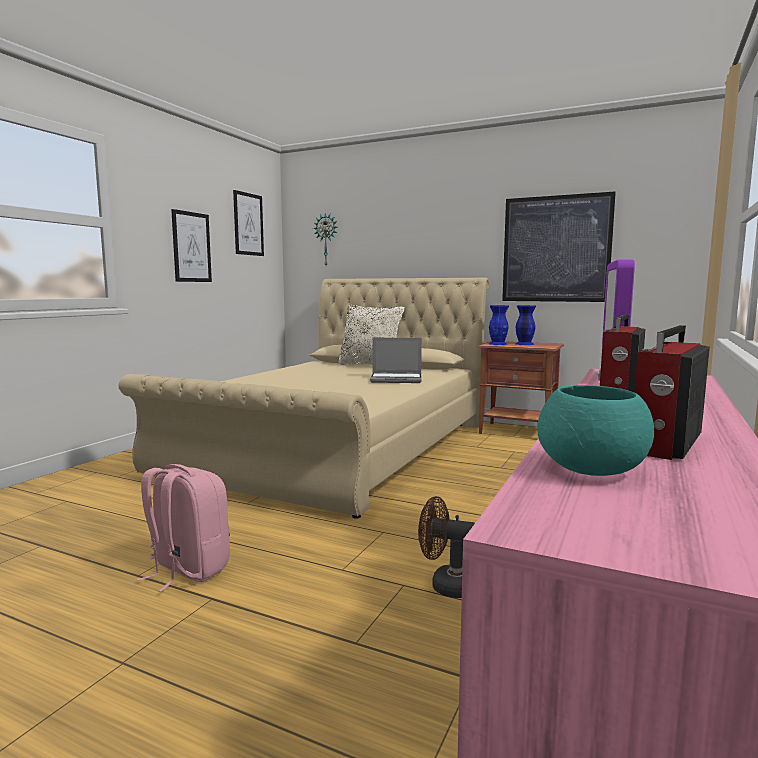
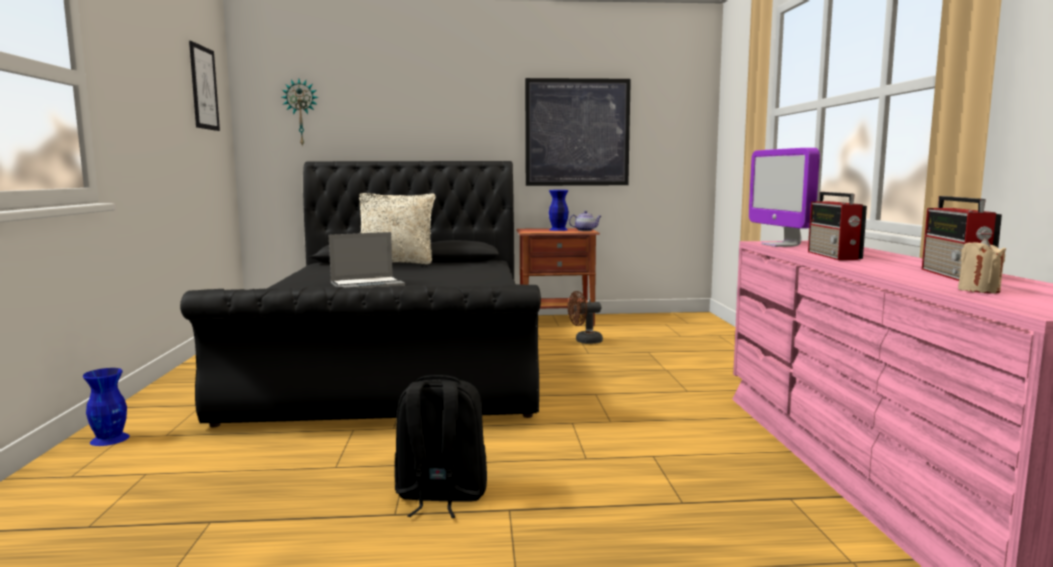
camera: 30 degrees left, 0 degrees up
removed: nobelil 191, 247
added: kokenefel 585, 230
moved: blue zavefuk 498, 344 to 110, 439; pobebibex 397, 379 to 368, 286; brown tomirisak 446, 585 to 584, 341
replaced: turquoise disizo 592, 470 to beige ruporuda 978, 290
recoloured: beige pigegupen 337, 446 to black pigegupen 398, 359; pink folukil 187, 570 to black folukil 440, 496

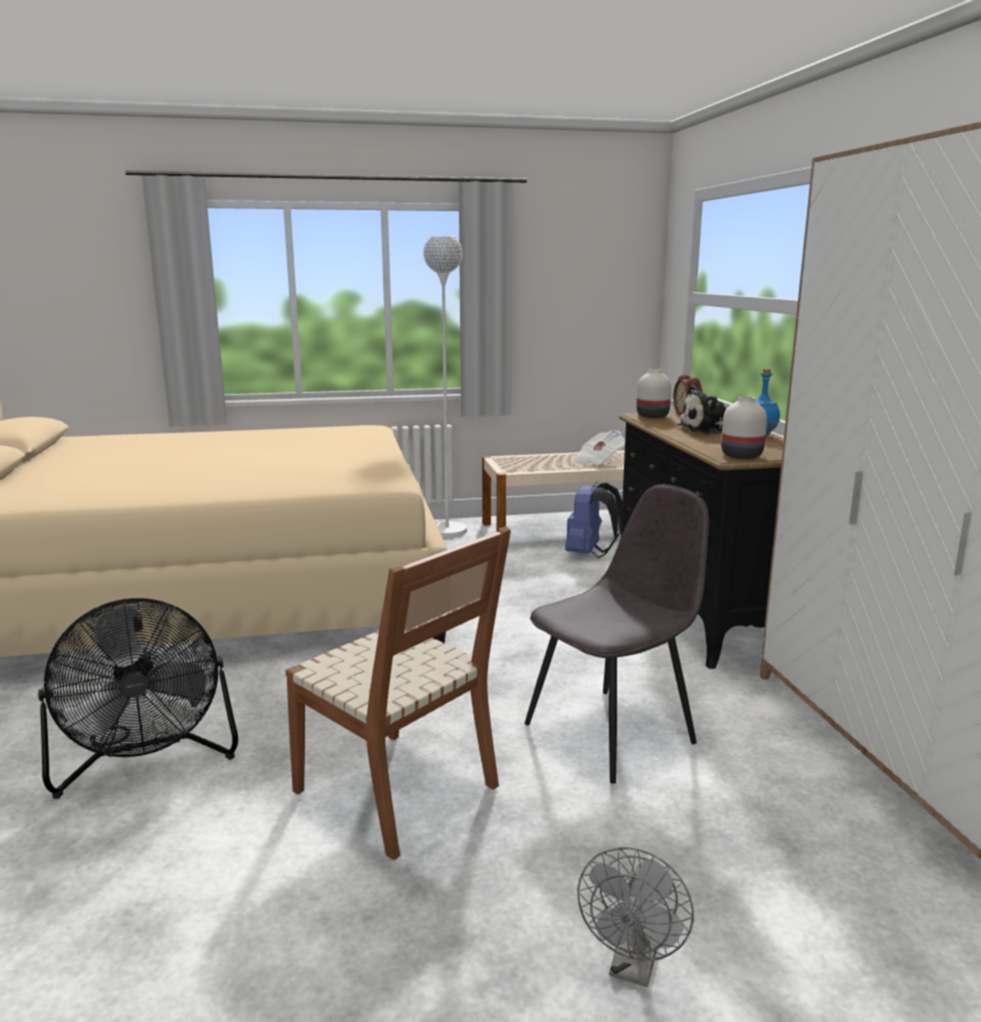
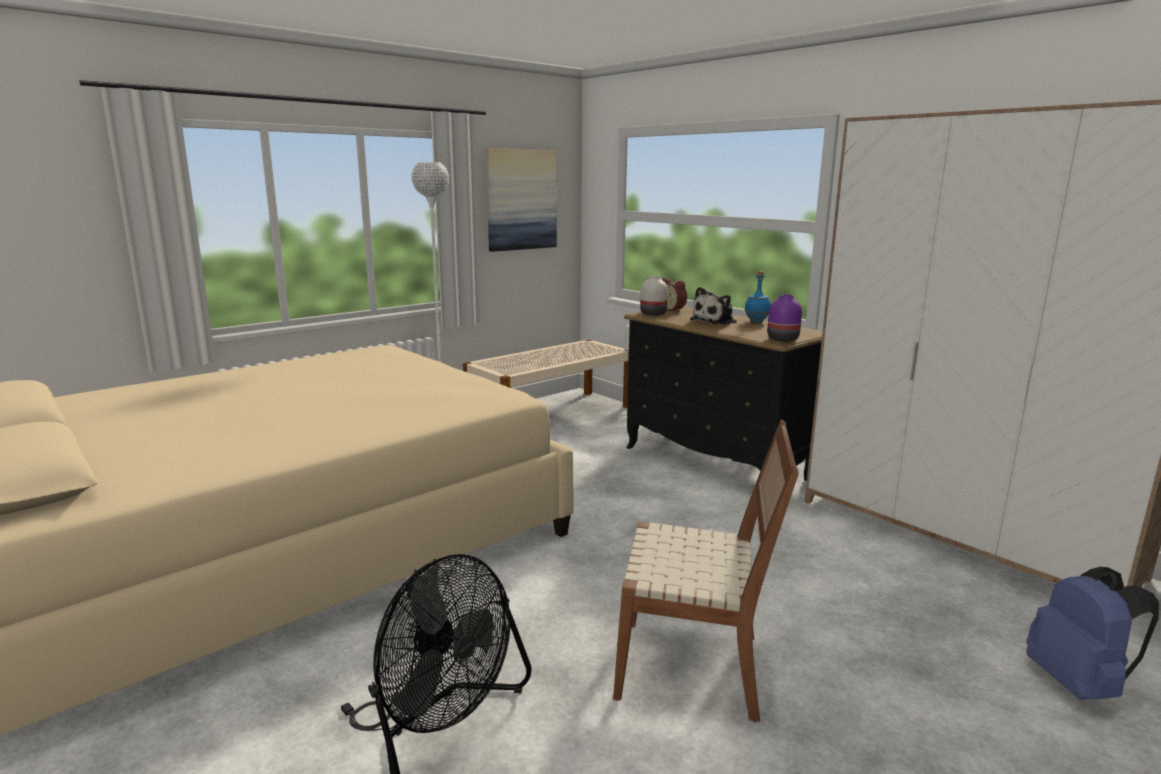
camera: 30 degrees left, 0 degrees up
removed: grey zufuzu 612, 732; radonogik 597, 462; grey tomirisak 633, 967
added: nobelil 521, 200
moved: blue folukil 589, 554 to 1078, 684
recoloured: white zavefuk 742, 456 to purple zavefuk 783, 339

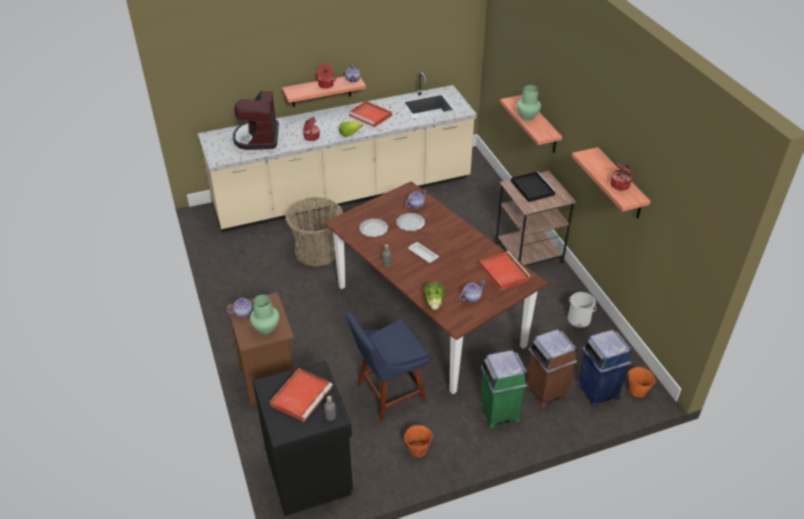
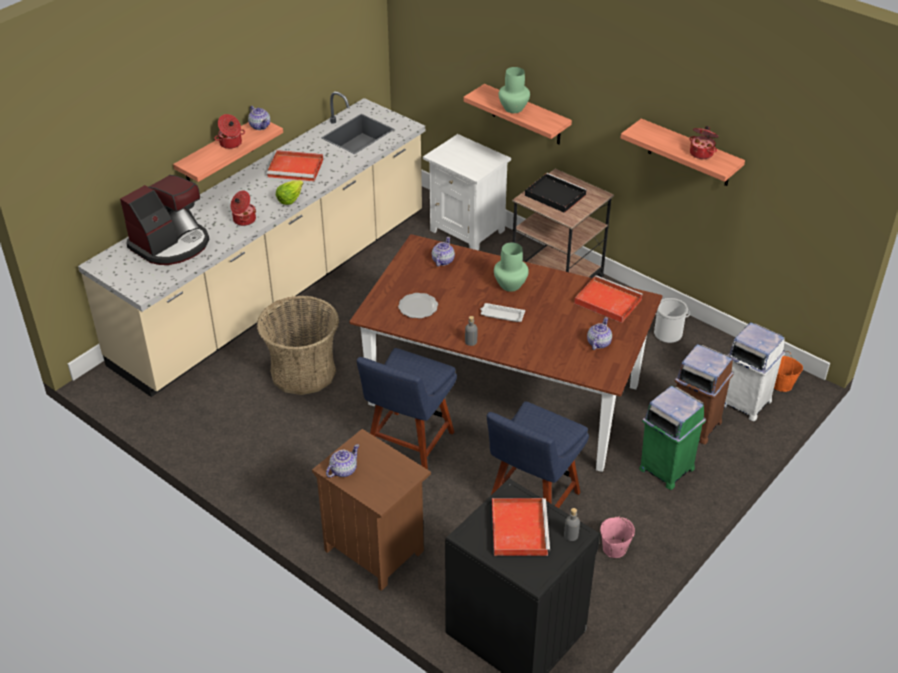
camera: 30 degrees left, 0 degrees up
removed: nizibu 410, 223; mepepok 434, 303
added: blue zufuzu 408, 445; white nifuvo 467, 231
moved: green zavefuk 266, 328 to 511, 285
recoloured: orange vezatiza 417, 449 to pink vezatiza 614, 549; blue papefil 597, 391 to white papefil 745, 402
turned: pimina 257, 138 = 171, 244 105 degrees counterclockwise

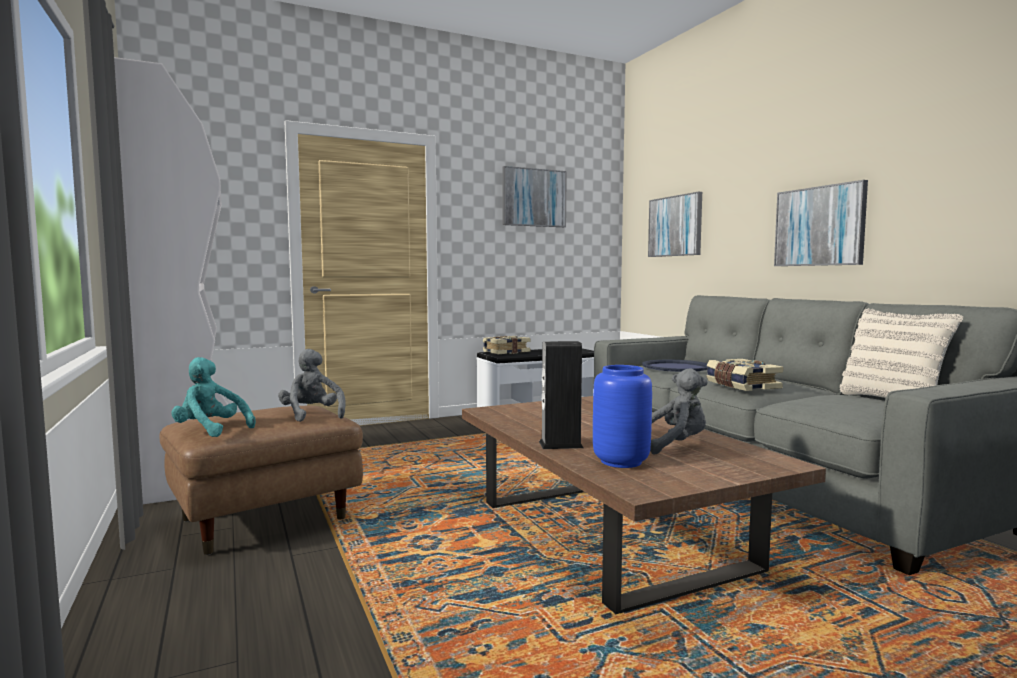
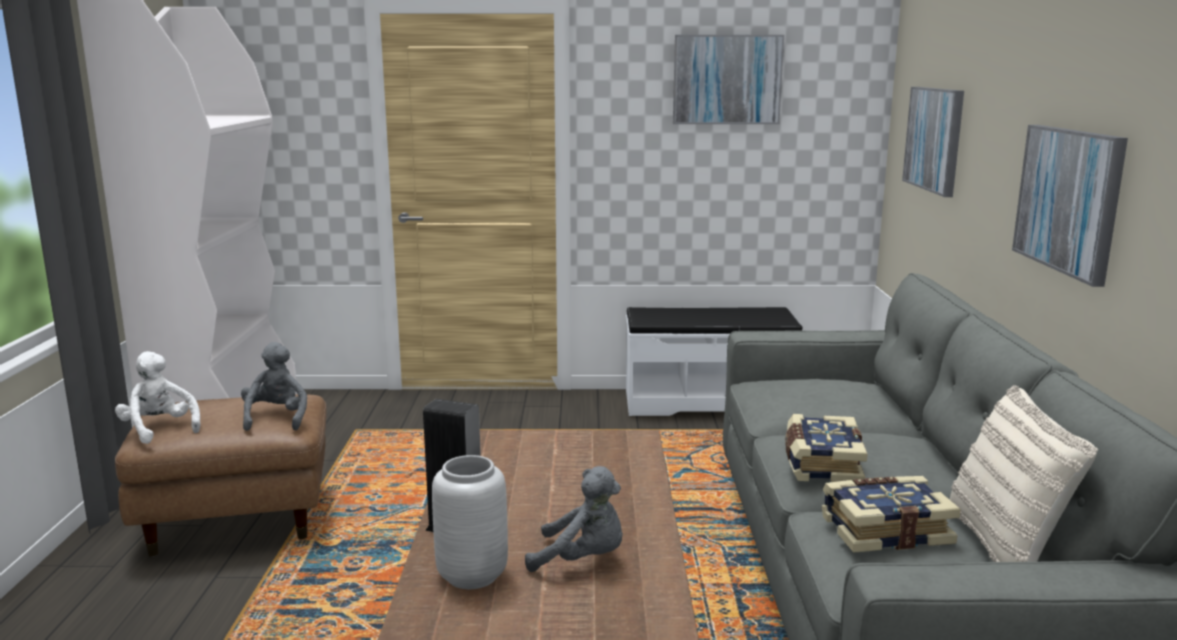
camera: 25 degrees right, 10 degrees up
removed: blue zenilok 675, 367
moved: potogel 505, 352 to 884, 530
recoloured: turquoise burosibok 210, 430 to white burosibok 159, 429; blue zavefuk 620, 462 to grey zavefuk 470, 575

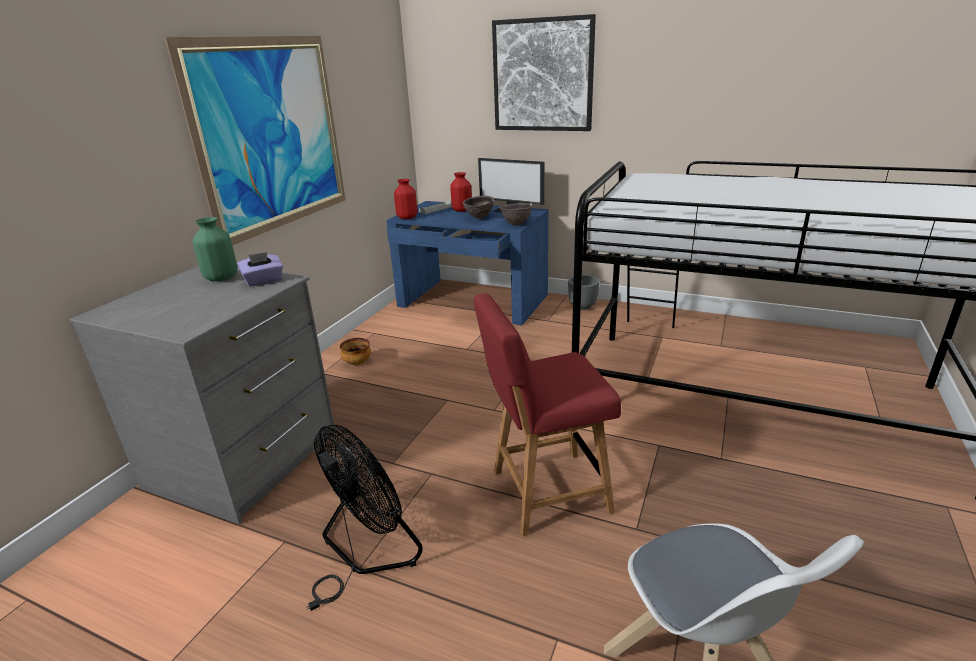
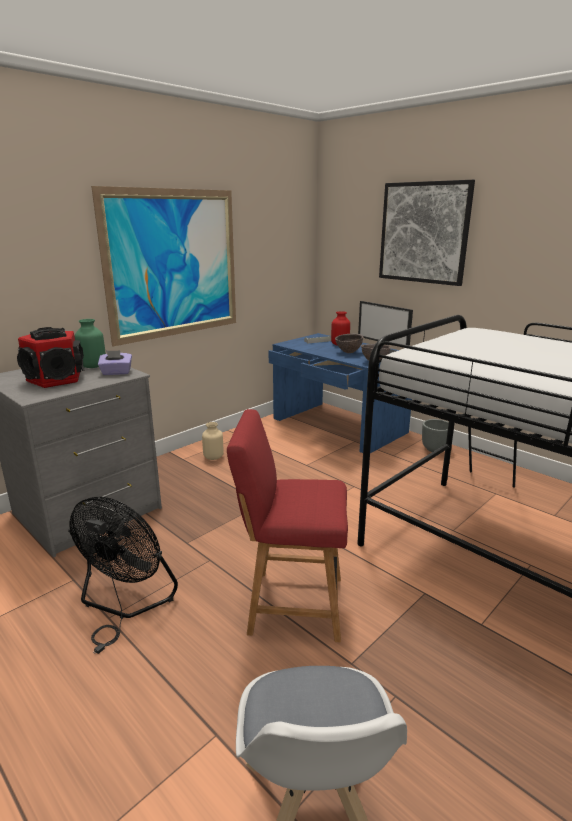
camera: 20 degrees right, 5 degrees down
removed: red zavefuk 407, 217
added: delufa 56, 379
replaced: disizo 357, 363 to beige zavefuk 213, 457
turned: black tomirisak 359, 548 = 118, 602 45 degrees counterclockwise

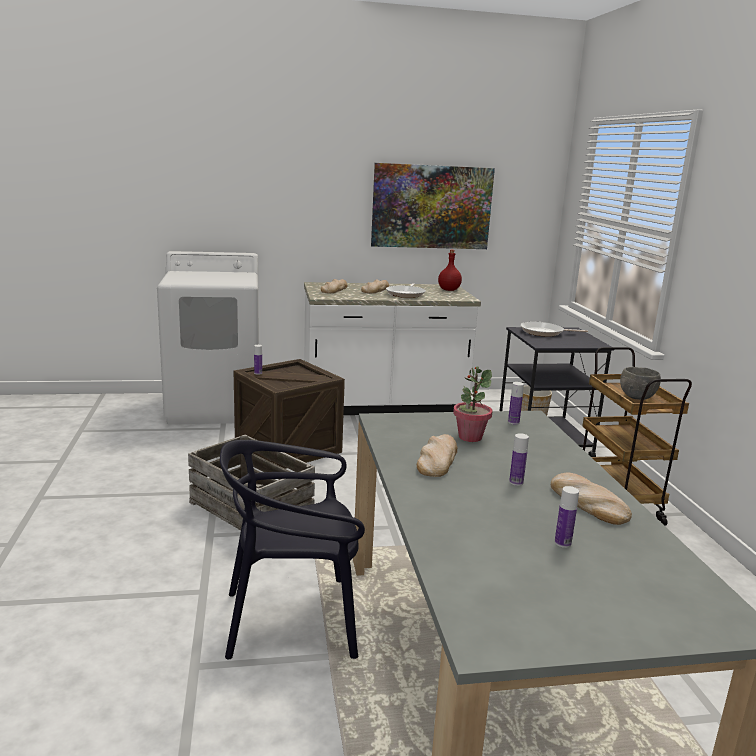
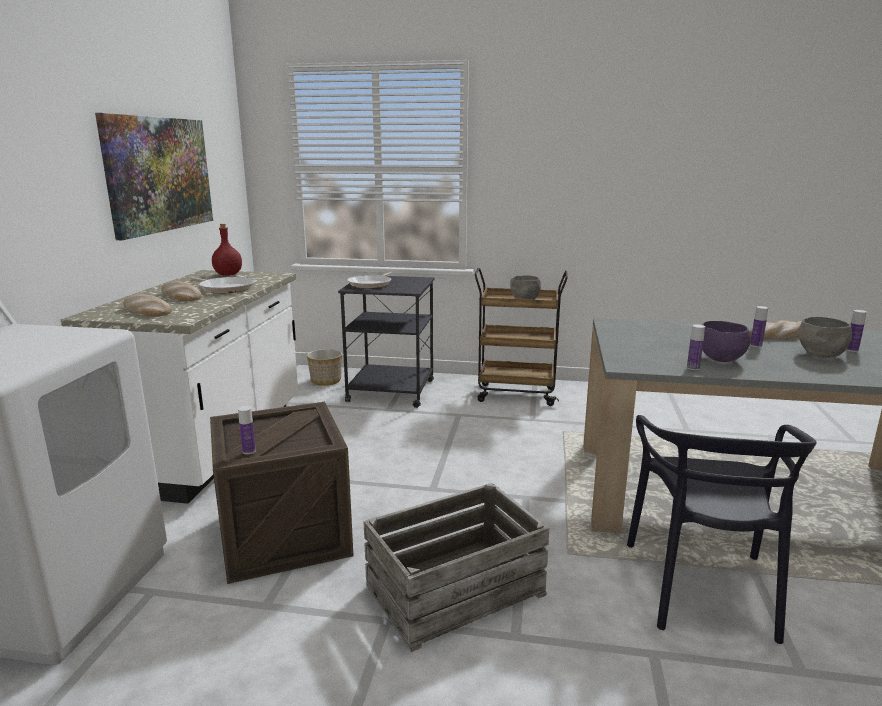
camera: 70 degrees left, 0 degrees up
removed: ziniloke 470, 437
added: grey disizo 820, 355
moved: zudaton 513, 422 to 693, 368
replaced: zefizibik 437, 459 to purple disizo 721, 359

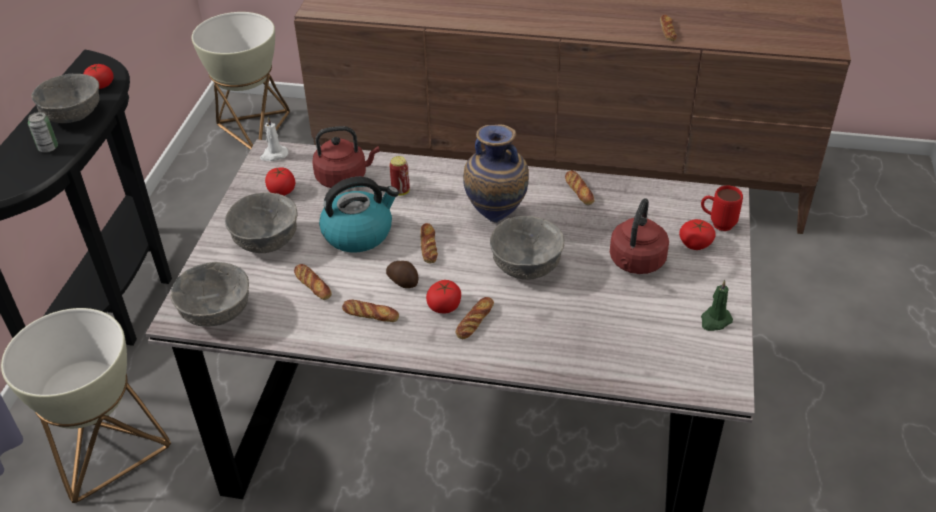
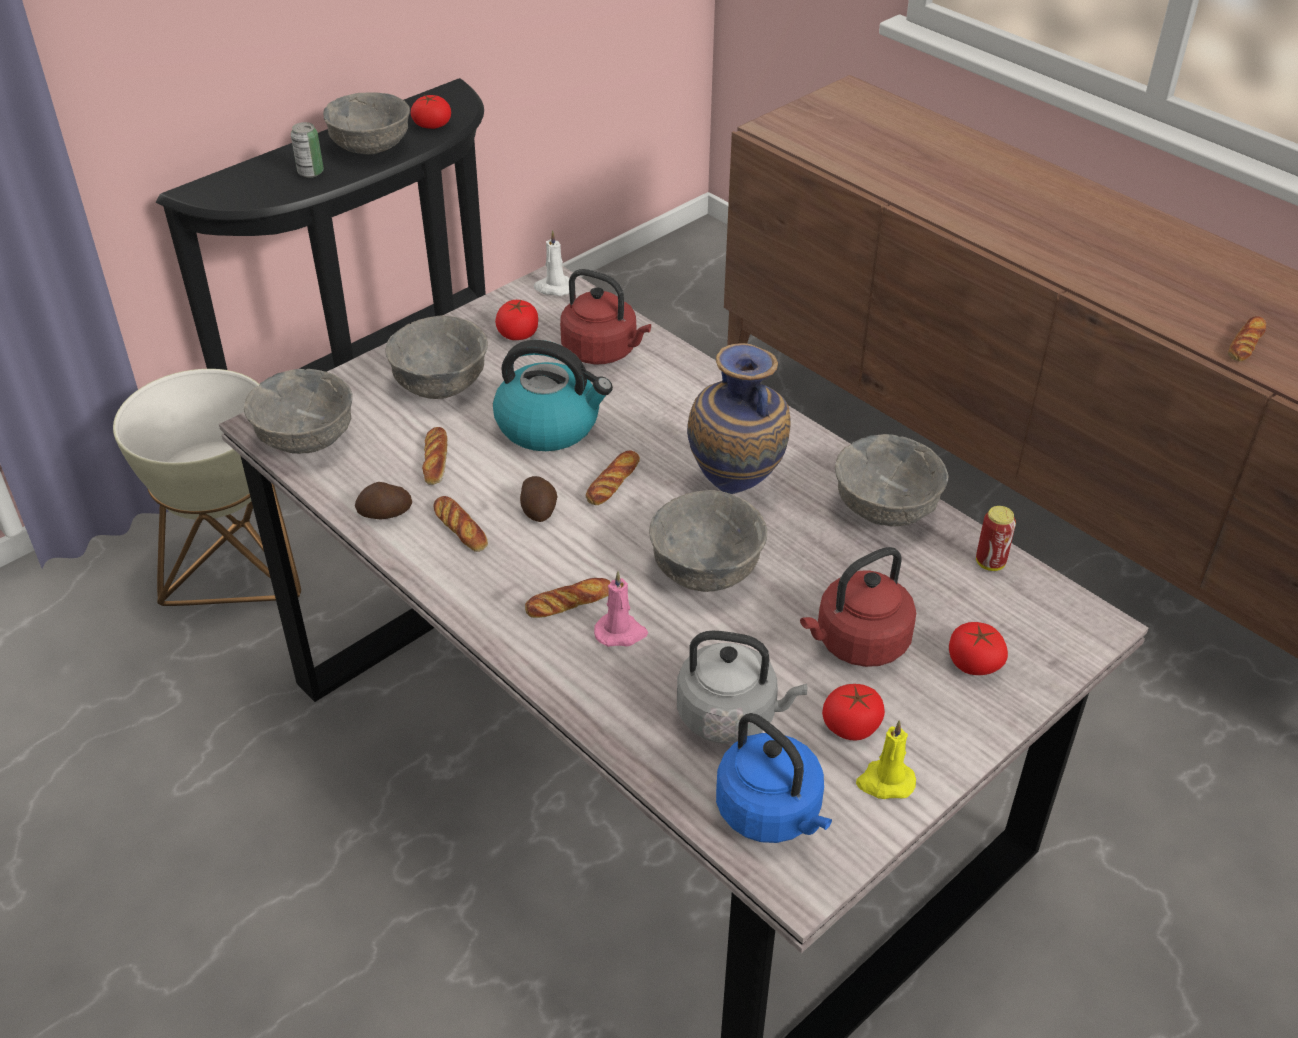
camera: 35 degrees right, 0 degrees up
removed: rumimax 253, 129; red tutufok 717, 224
added: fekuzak 385, 514; pink ruporuda 621, 632; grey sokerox 732, 716; blue sokerox 772, 813
moved: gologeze 444, 306 to 851, 725; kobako 400, 191 to 990, 563
replaced: zefizibik 579, 191 to grey disizo 883, 508
recoloured: green ruporuda 715, 320 to yellow ruporuda 885, 782

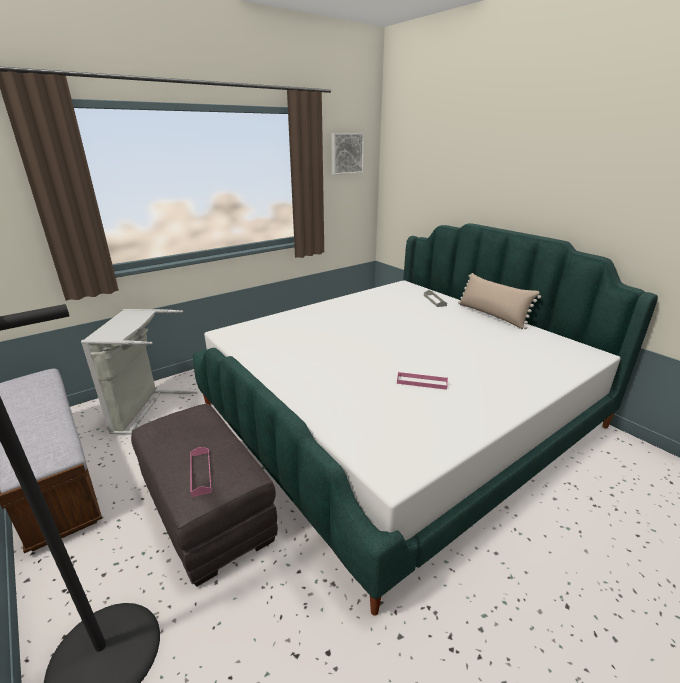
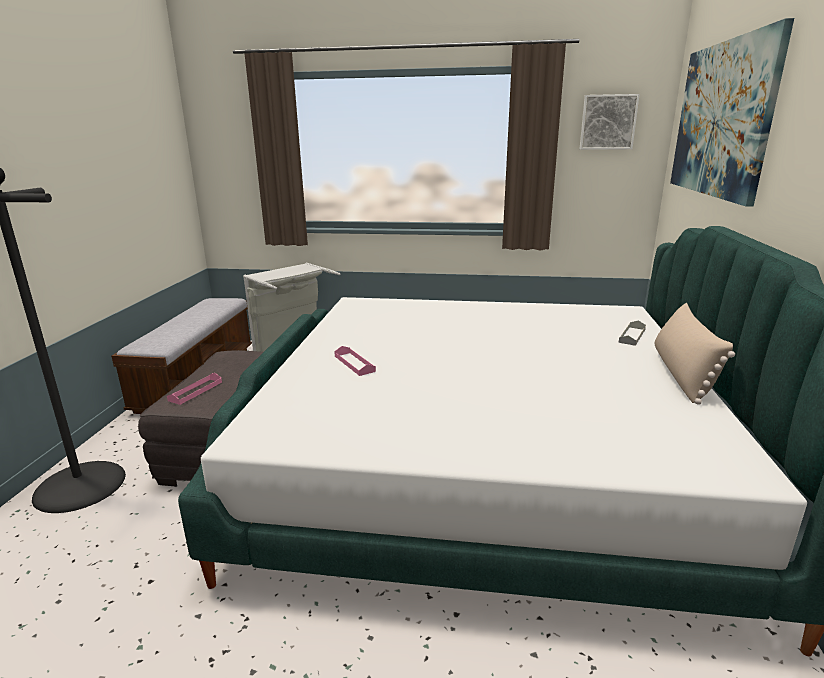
camera: 45 degrees right, 5 degrees down
added: nobelil 721, 119
moved: pink zenilok 421, 382 to 354, 363

